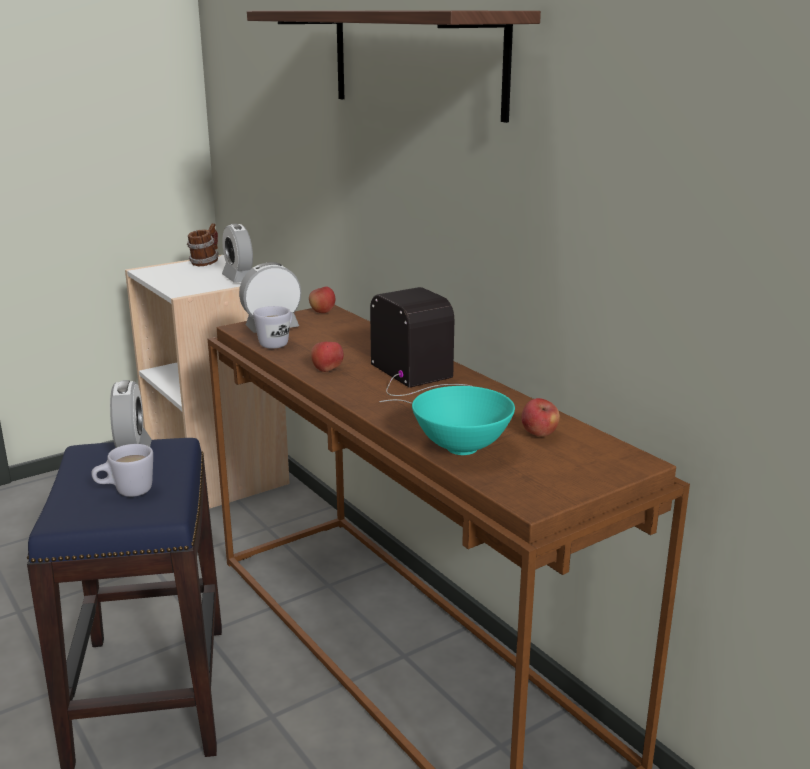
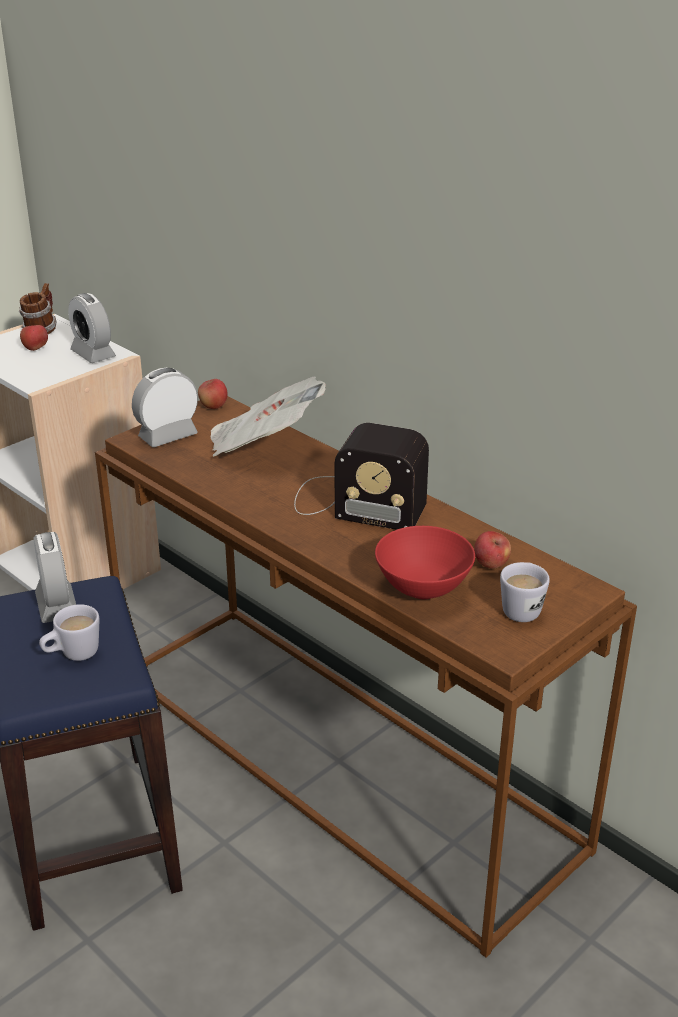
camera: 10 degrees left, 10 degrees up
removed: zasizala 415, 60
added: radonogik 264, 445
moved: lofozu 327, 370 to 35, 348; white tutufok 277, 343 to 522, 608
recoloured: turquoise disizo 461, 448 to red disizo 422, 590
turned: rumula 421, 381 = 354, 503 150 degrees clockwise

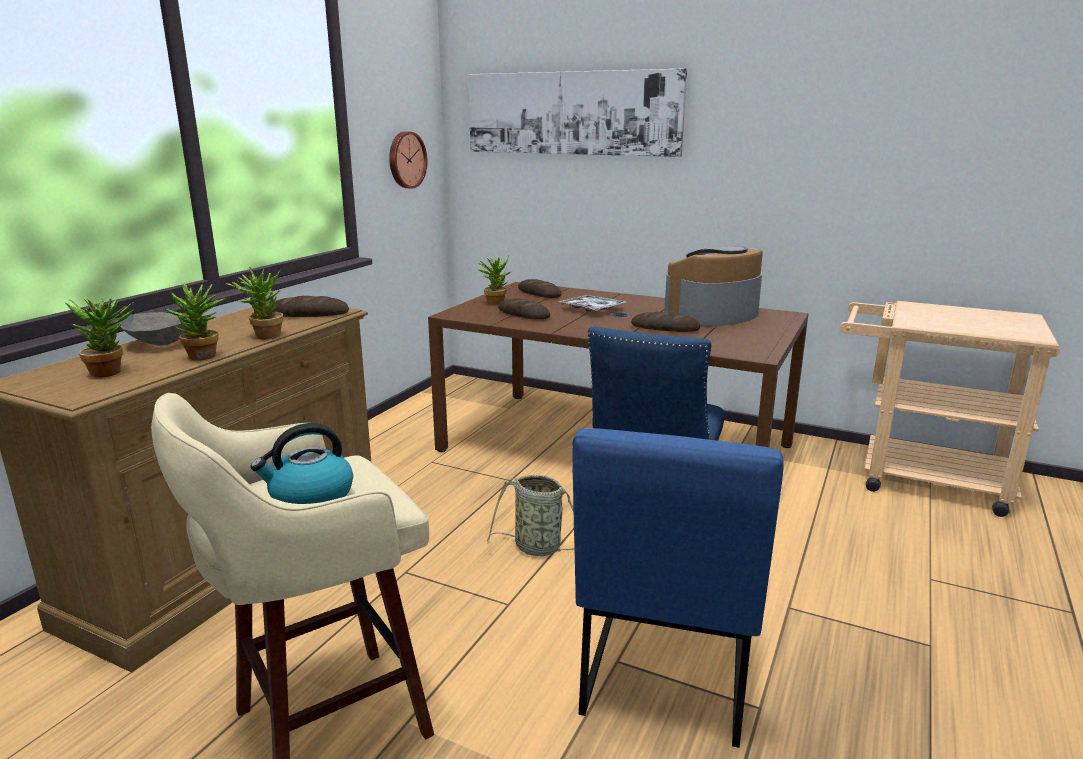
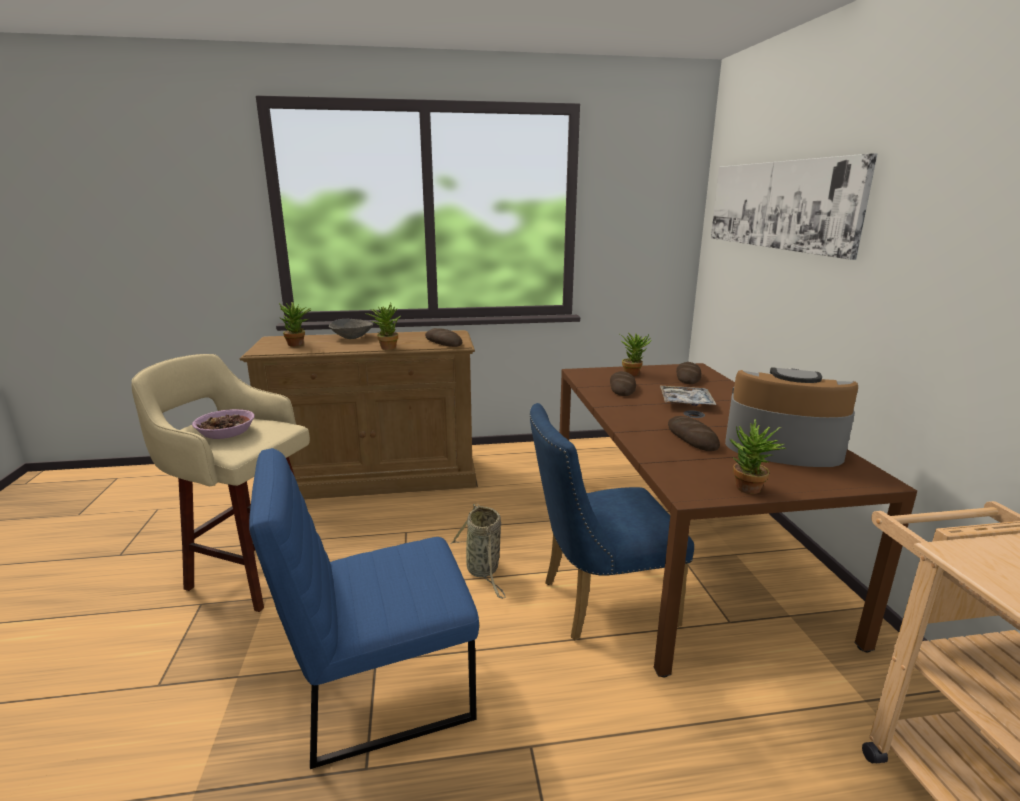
camera: 55 degrees right, 0 degrees up
removed: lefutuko 406, 160
moved: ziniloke 204, 358 to 748, 491
replaced: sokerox 310, 497 to disizo 226, 432

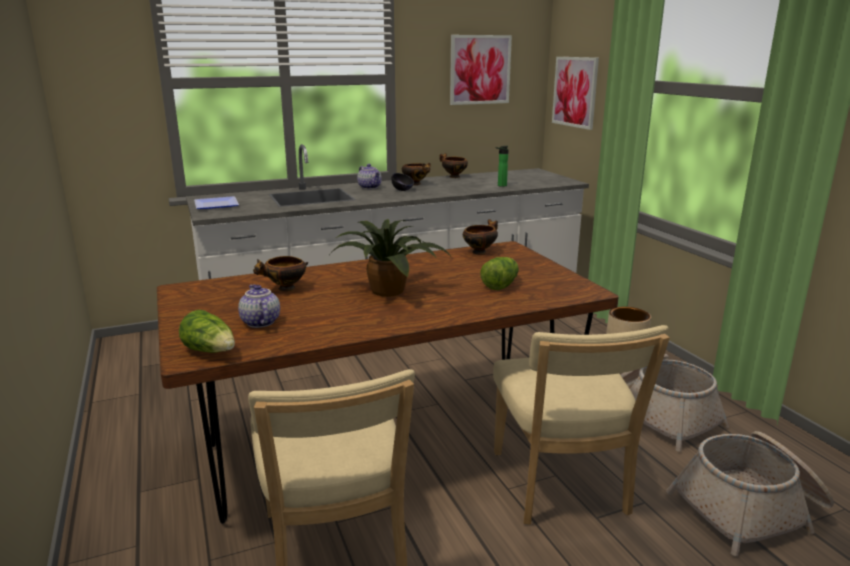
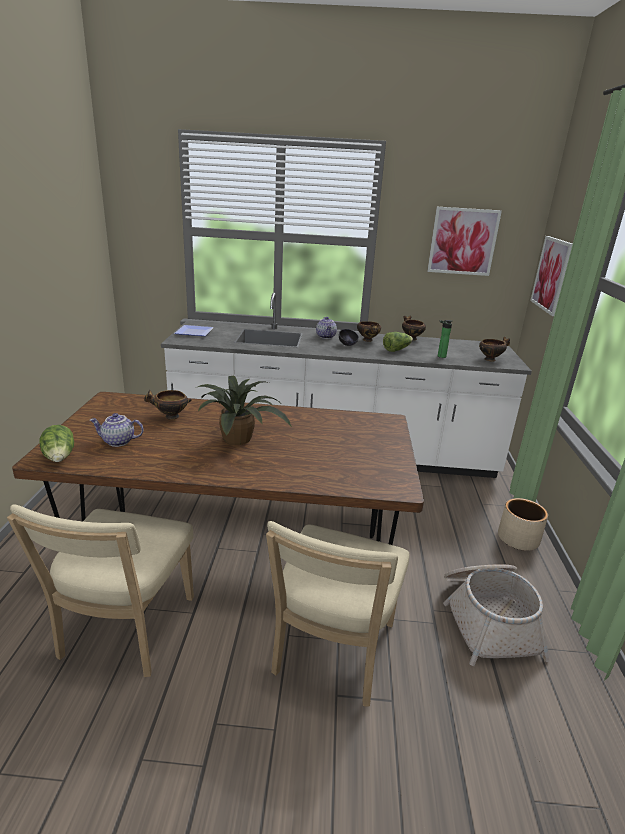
camera: 25 degrees right, 5 degrees up
removed: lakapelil 751, 509
moved: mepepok 500, 284 to 396, 349; disizo 480, 252 to 490, 359
turned: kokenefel 259, 322 = 118, 442 90 degrees counterclockwise

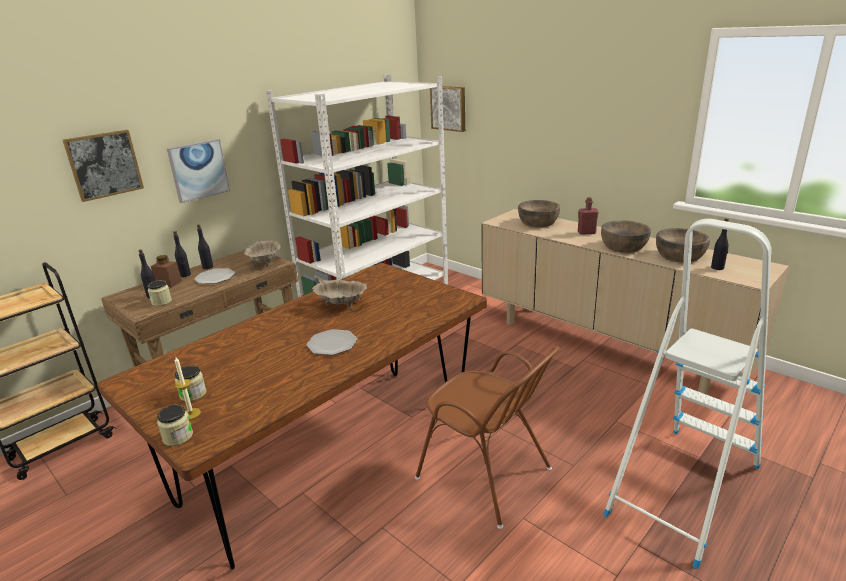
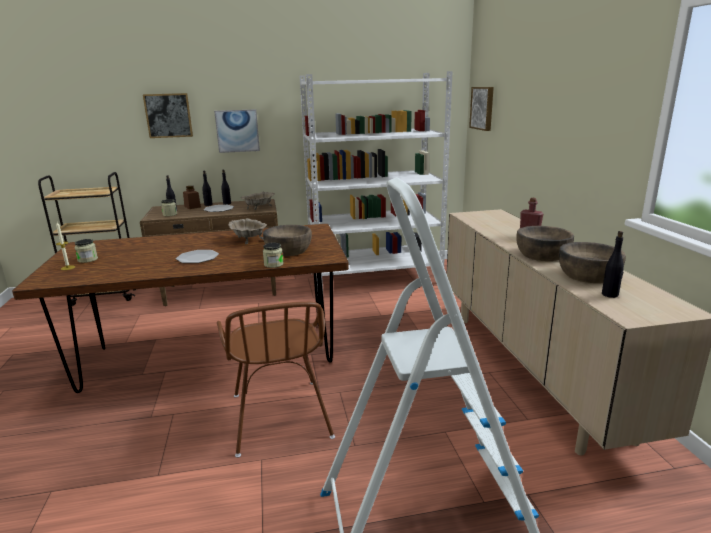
camera: 35 degrees right, 5 degrees down
moved: brown disizo 538, 222 to 288, 250; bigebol 178, 437 to 273, 264

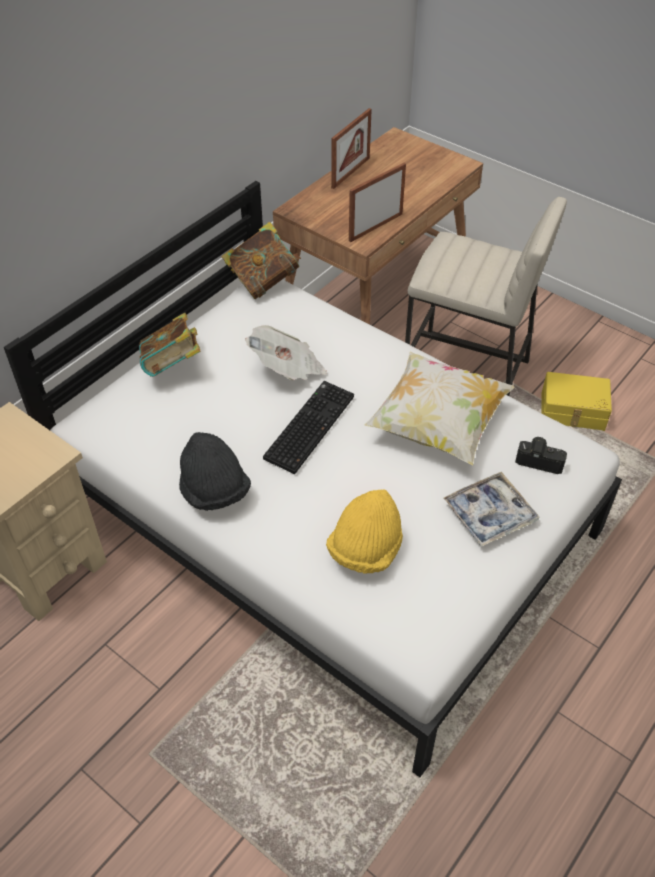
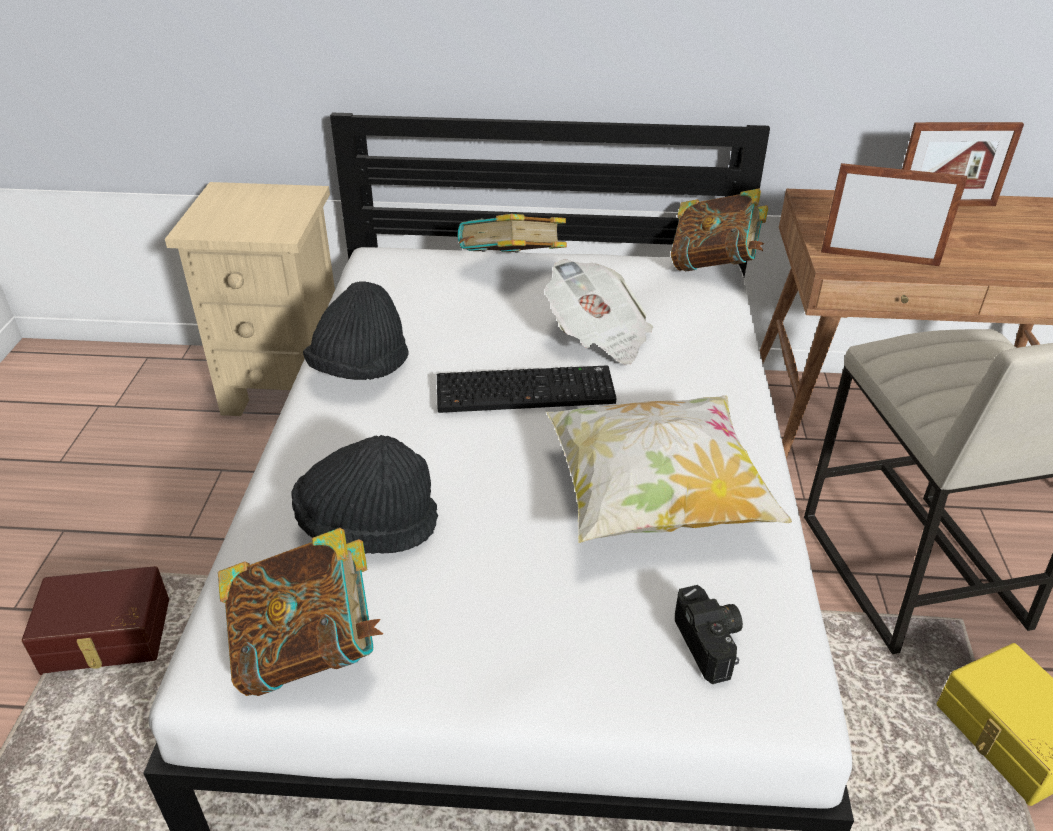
camera: 55 degrees right, 10 degrees down
removed: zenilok 489, 514
added: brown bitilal 106, 638; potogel 308, 650
recoloured: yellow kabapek 365, 549 to black kabapek 368, 526

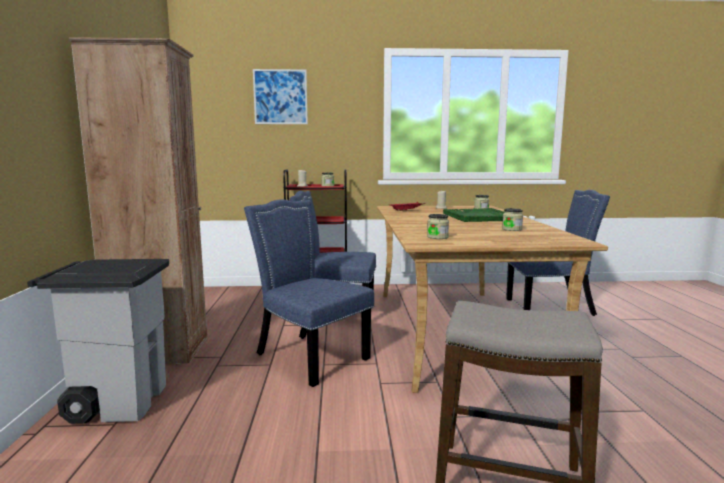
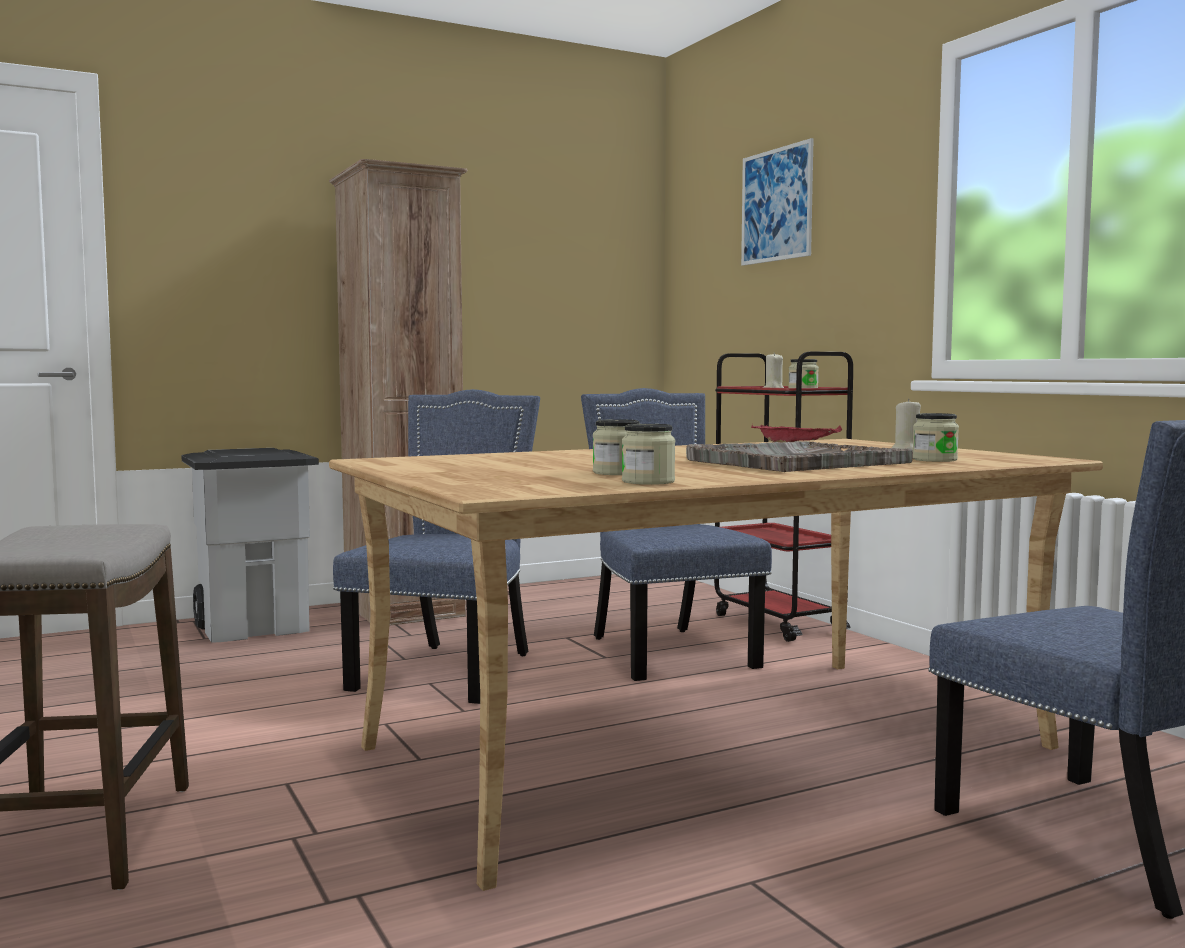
camera: 65 degrees right, 5 degrees down
moved: bigebol 437, 237 to 648, 482
recoloured: green zenilok 478, 217 to grey zenilok 795, 461

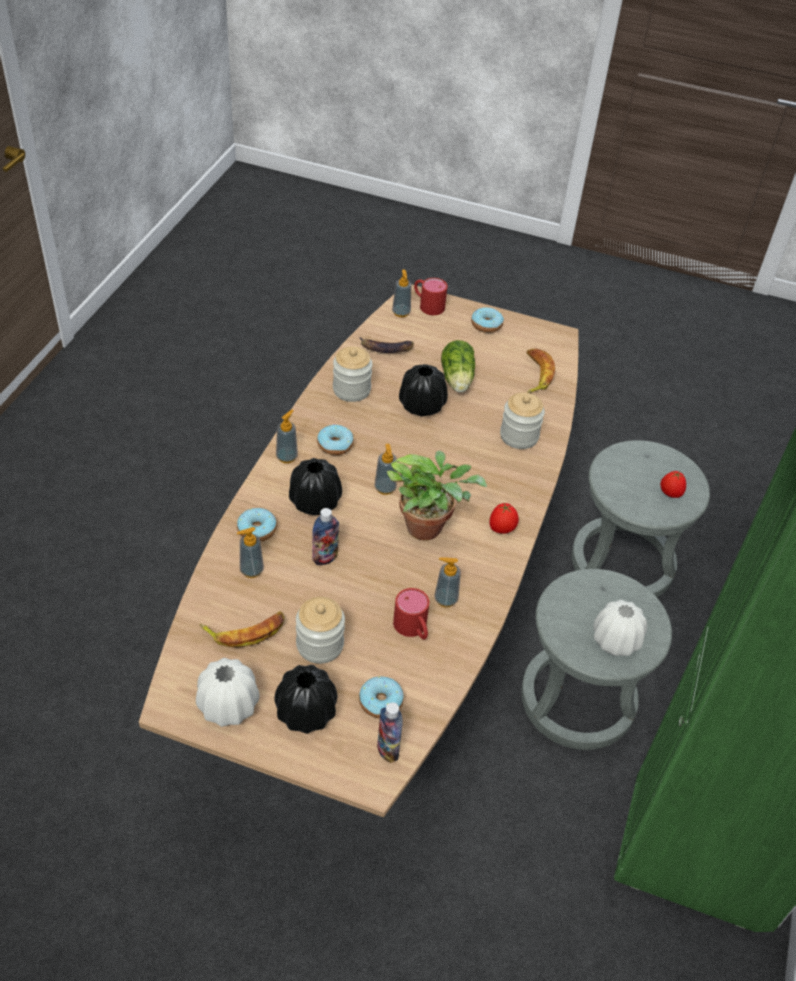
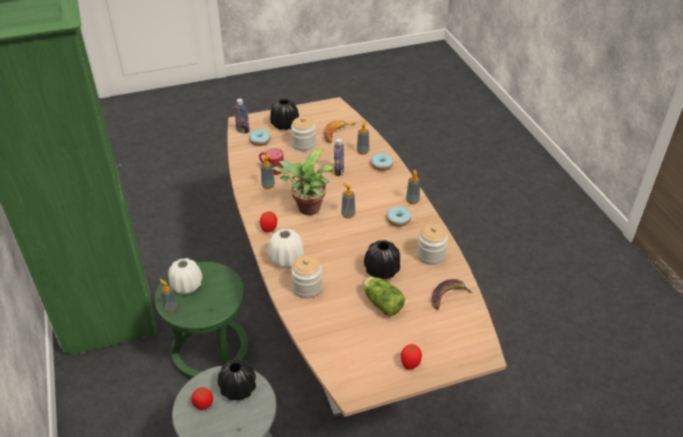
camera: 145 degrees right, 5 degrees down
removed: red tutufok 427, 304; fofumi 535, 374
moved: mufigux 401, 312 to 170, 308; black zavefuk 315, 502 to 238, 389; white zavefuk 228, 706 to 286, 259
replaced: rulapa 486, 325 to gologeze 410, 364
recoloured: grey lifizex 578, 700 to green lifizex 210, 351

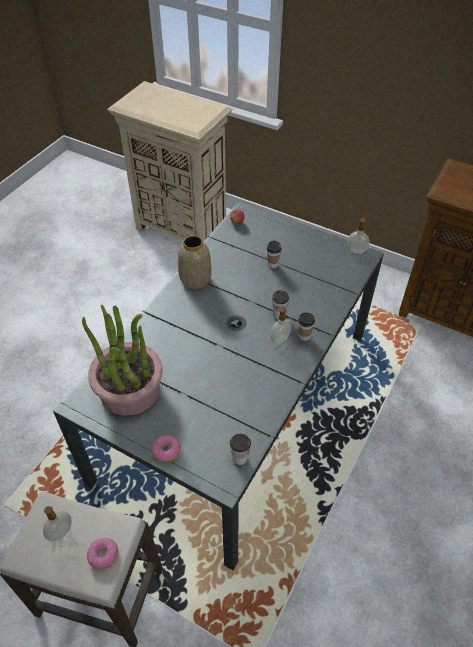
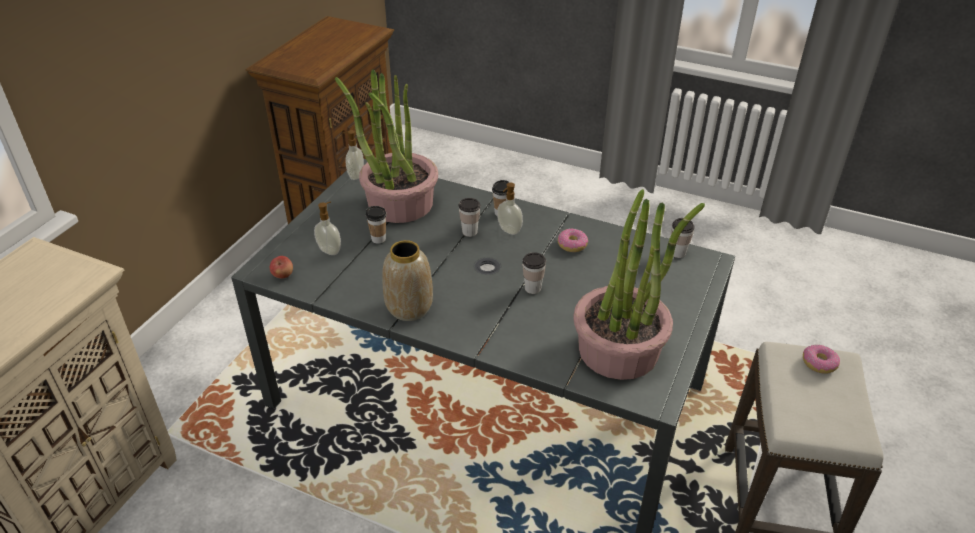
camera: 95 degrees left, 10 degrees down
added: ziniloke 399, 204; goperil 532, 288
moved: mufigux 62, 533 to 330, 250; rulapa 166, 451 to 572, 245

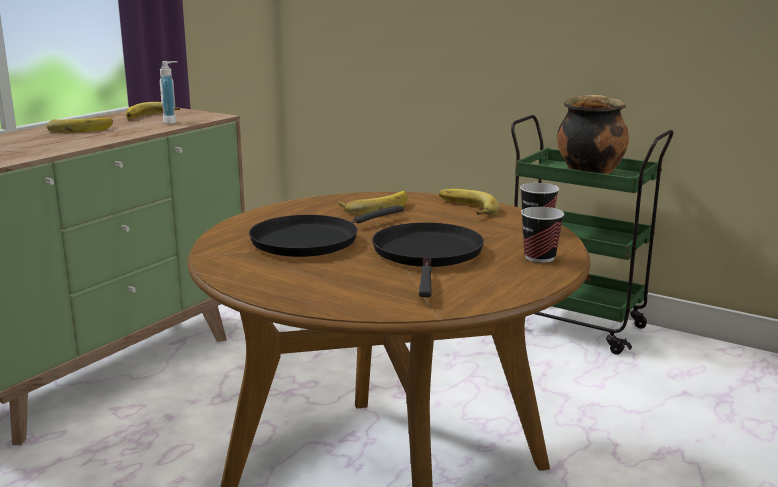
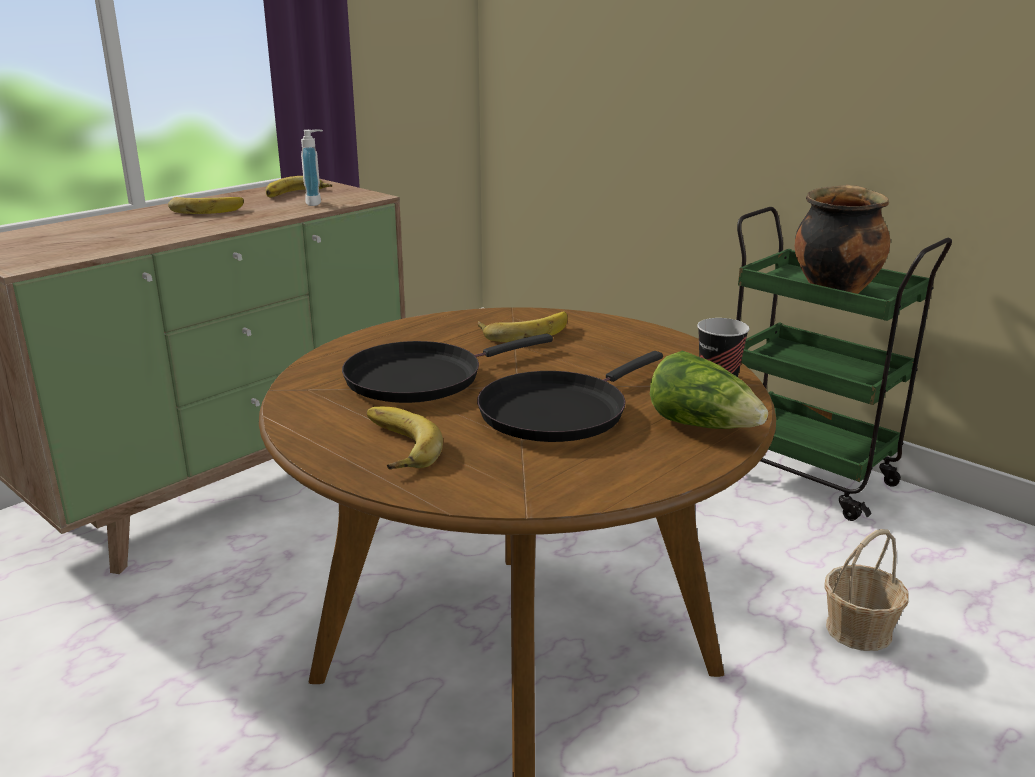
camera: 10 degrees right, 5 degrees up
added: lakapelil 859, 630
moved: fofumi 465, 208 to 393, 447
replaced: goperil 539, 257 to mepepok 703, 426
turned: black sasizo 428, 255 = 558, 411 150 degrees counterclockwise

